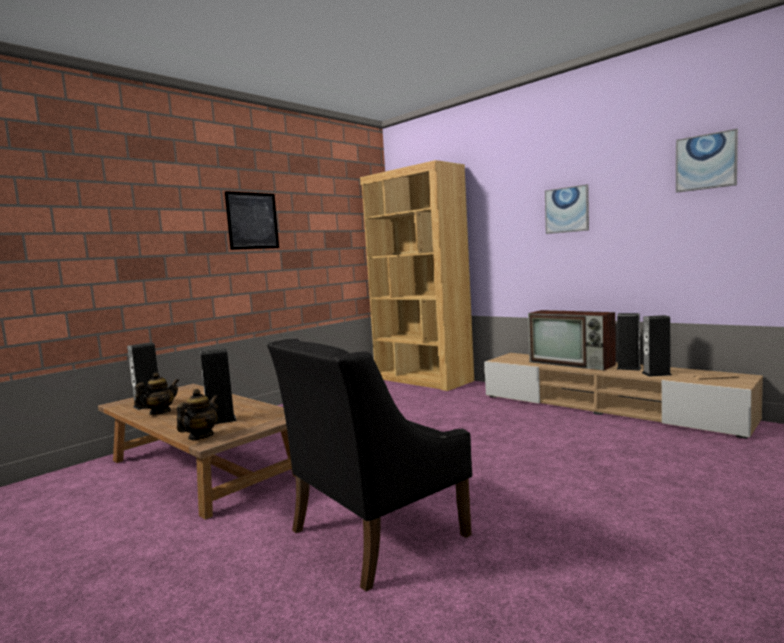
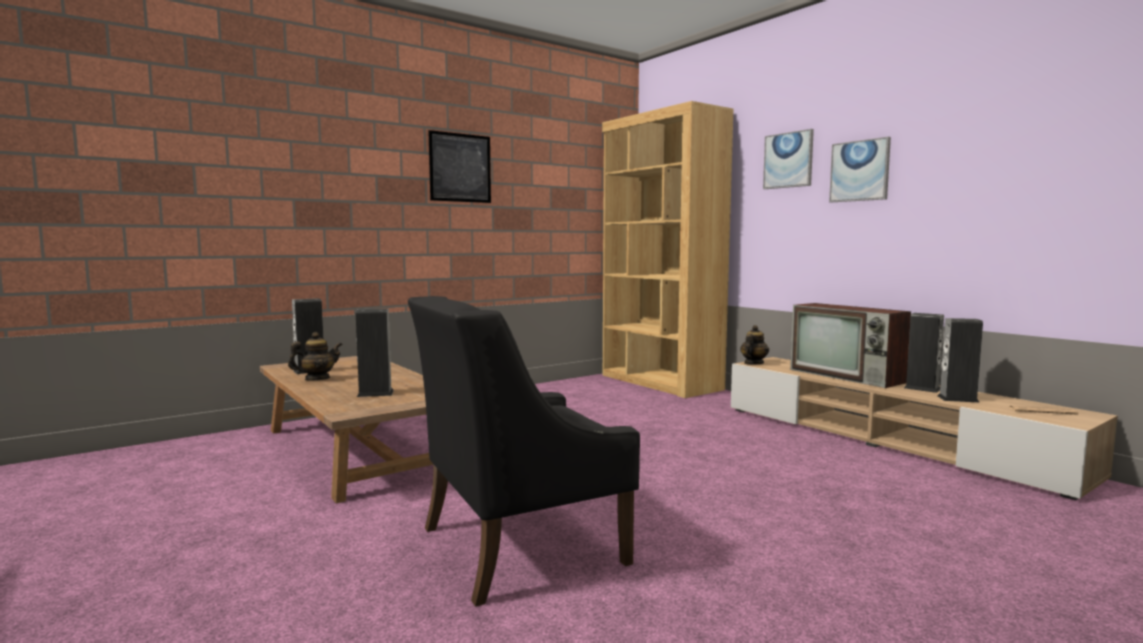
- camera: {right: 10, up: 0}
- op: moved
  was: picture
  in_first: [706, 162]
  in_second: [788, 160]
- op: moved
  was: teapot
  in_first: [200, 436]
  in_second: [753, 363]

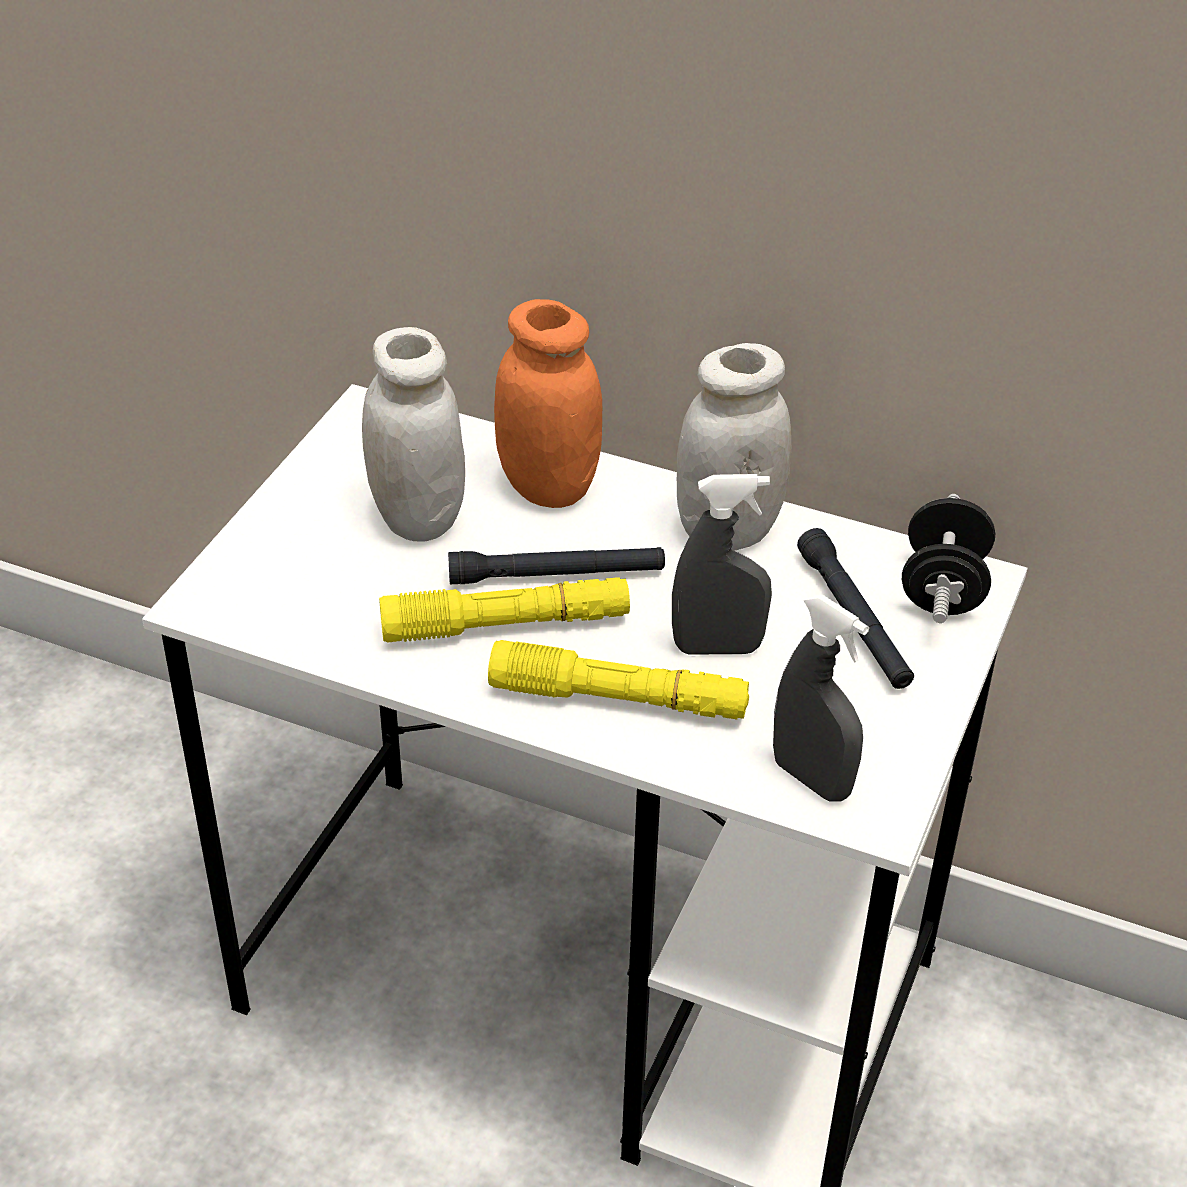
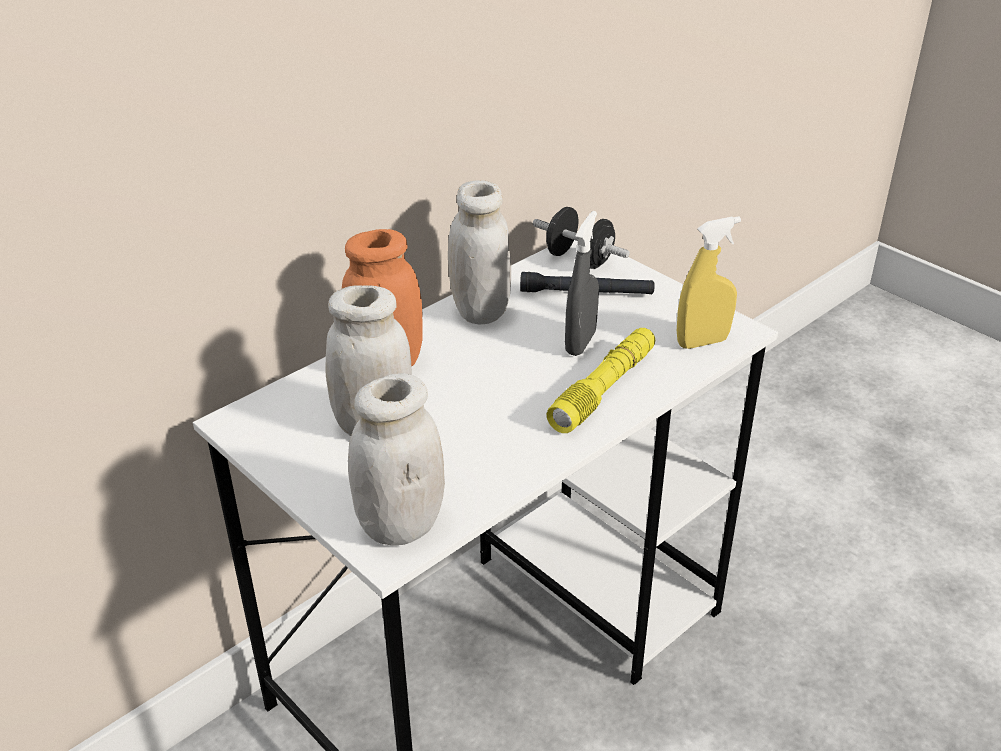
- camera: {right: -65, up: -5}
- op: removed
  was: black torch
  in_first: [556, 575]
- op: removed
  was: yellowish torch
  in_first: [506, 625]
- op: recoloured
  was: gray spray bottle
  now: yellowish spray bottle
  in_first: [811, 778]
  in_second: [702, 342]
- op: added
  now: whitish preserve jar
  in_second: [400, 525]

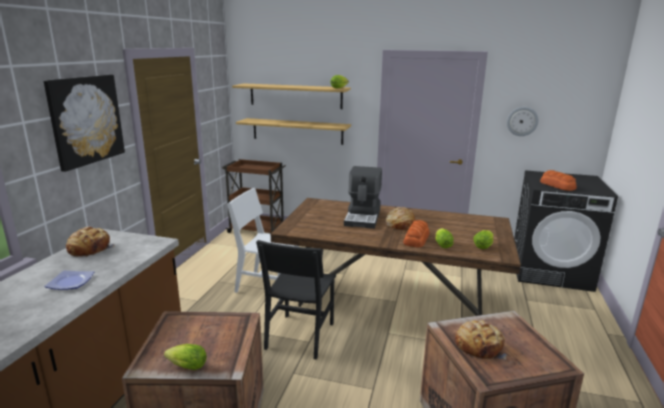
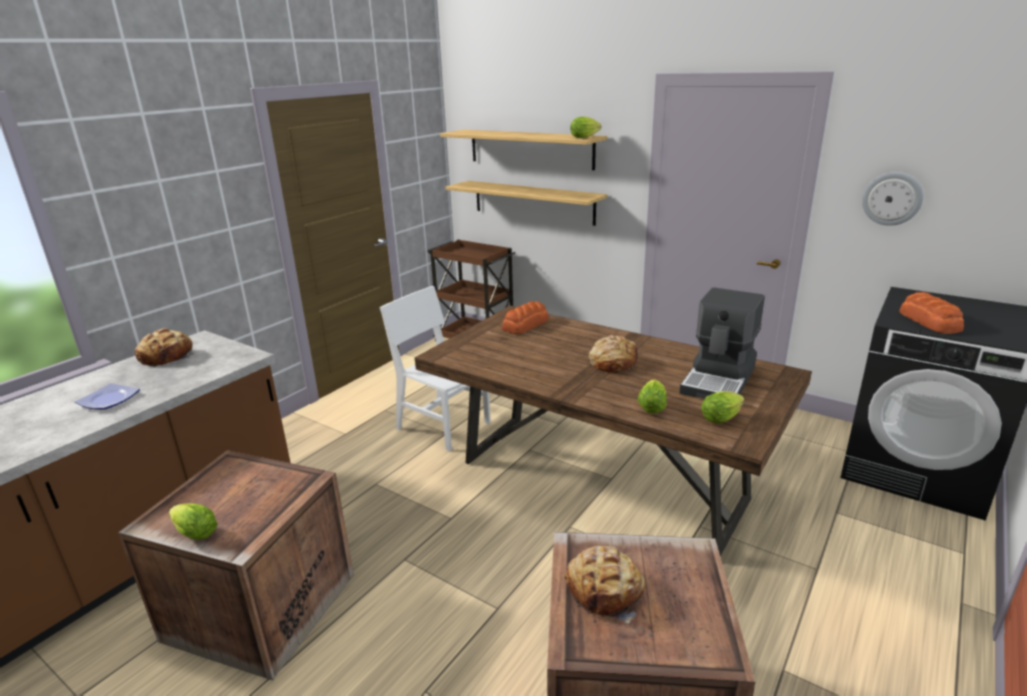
- camera: {right: 20, up: 5}
- op: removed
  was: picture
  in_first: [86, 120]
- op: moved
  was: coffee brewer
  in_first: [363, 217]
  in_second: [720, 380]
- op: moved
  was: baked bread
  in_first: [416, 239]
  in_second: [526, 325]
- op: removed
  was: black chair
  in_first: [300, 335]

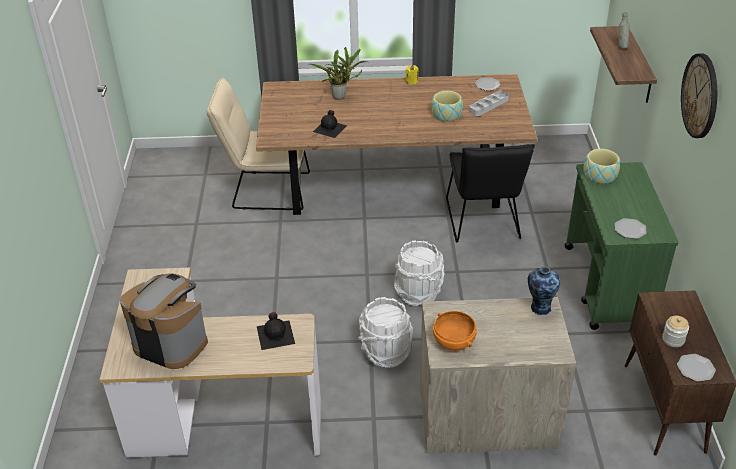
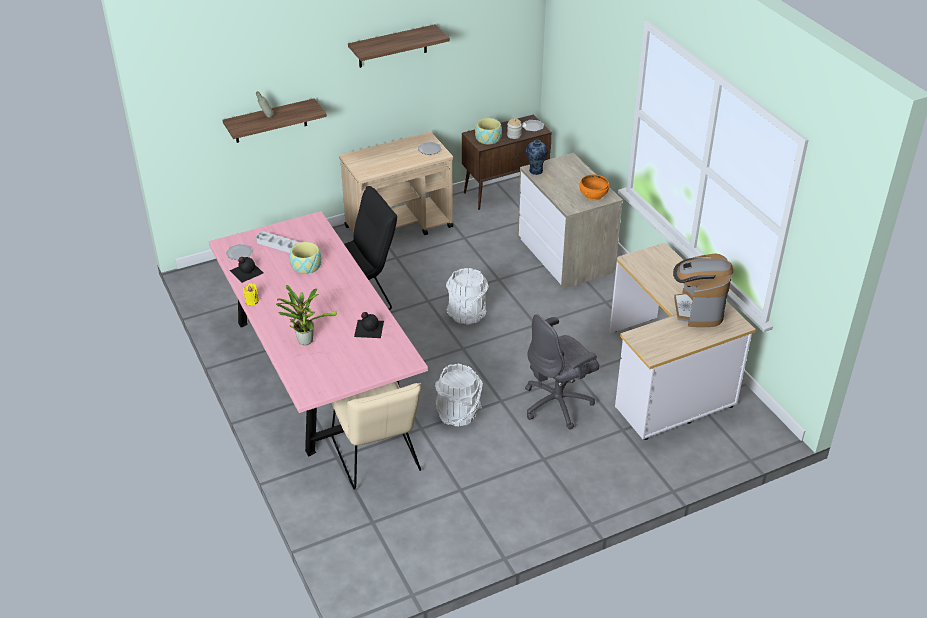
- camera: {right: -115, up: 0}
- op: replaced
  was: clock on the wall
  now: shelf
  in_first: [700, 96]
  in_second: [392, 46]
- op: recoloured
  was: brownish kitchen table
  now: pink-coloured kitchen table
  in_first: [393, 182]
  in_second: [318, 371]
- op: moved
  was: serving bowl
  in_first: [599, 174]
  in_second: [488, 138]
- op: recoloured
  was: green cart
  now: sand-coloured cart
  in_first: [608, 286]
  in_second: [399, 227]
- op: moved
  was: whitish pail
  in_first: [385, 352]
  in_second: [458, 414]
- op: moved
  was: black beverage bottle
  in_first: [276, 334]
  in_second: [246, 271]
- op: added
  now: gray desk chair
  in_second: [558, 404]

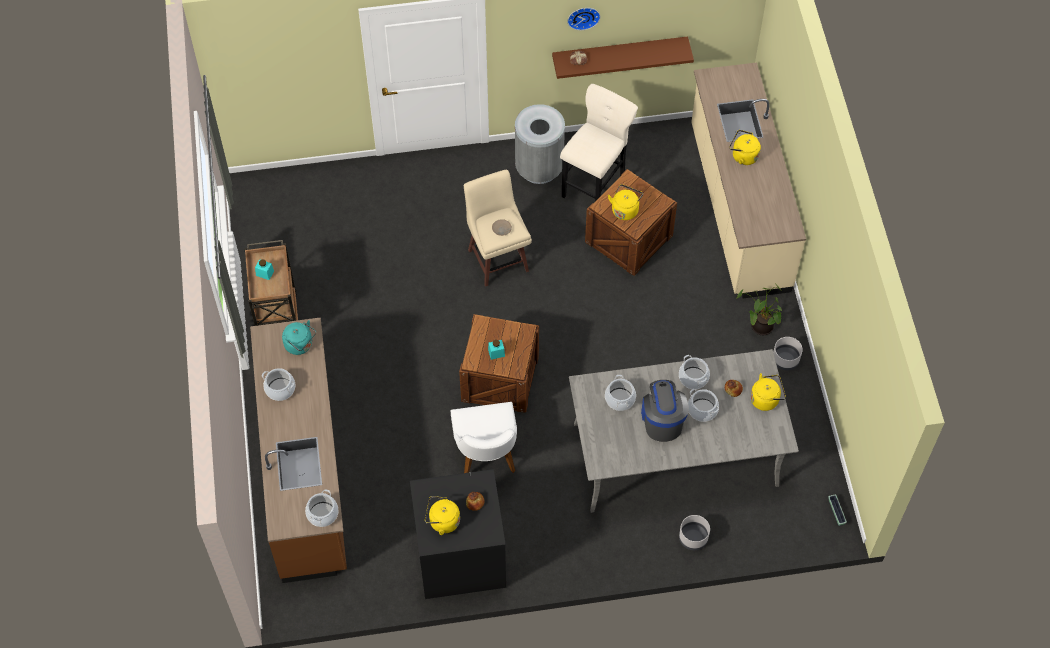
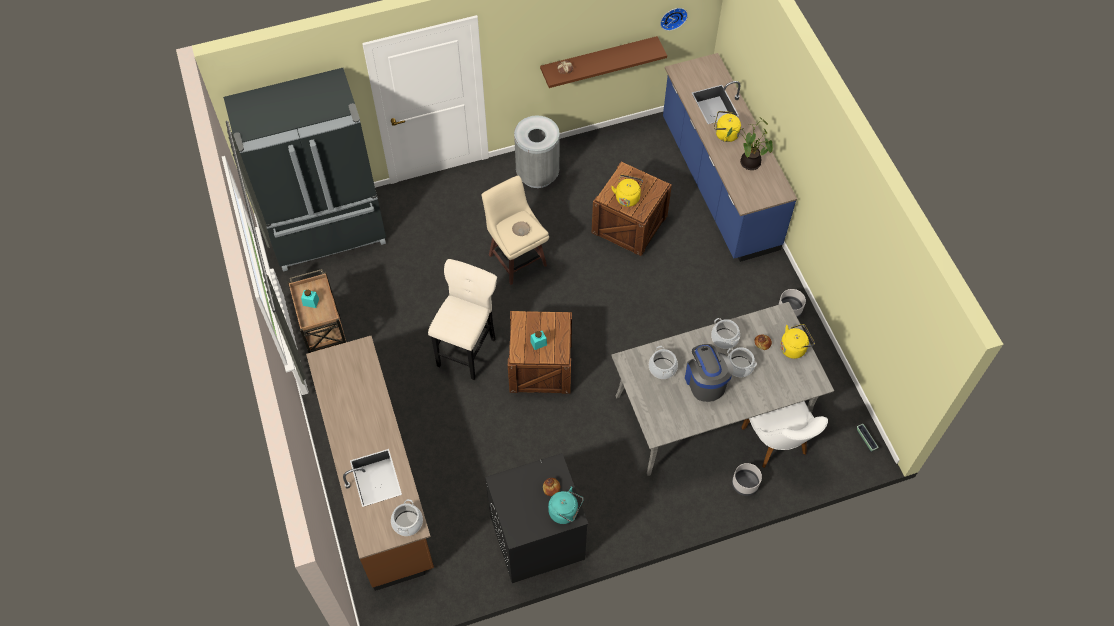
- camera: {right: -10, up: 0}
- op: moved
  was: clock on the wall
  in_first: [583, 16]
  in_second: [673, 17]
- op: recoloured
  was: sand-coloured counter
  now: blue-coloured counter
  in_first: [737, 208]
  in_second: [718, 184]
- op: moved
  was: sand-coloured stool seat
  in_first: [595, 186]
  in_second: [468, 350]
- op: moved
  was: potted plant
  in_first: [759, 326]
  in_second: [748, 163]
- op: moved
  was: turquoise-coloured kettle
  in_first: [300, 345]
  in_second: [565, 512]
- op: removed
  was: saucepot
  in_first: [280, 389]
- op: moved
  was: whitish chair
  in_first: [486, 459]
  in_second: [777, 445]
- op: removed
  was: yellowish kettle
  in_first: [442, 521]
- op: added
  now: black kitchen fridge
  in_second: [328, 232]

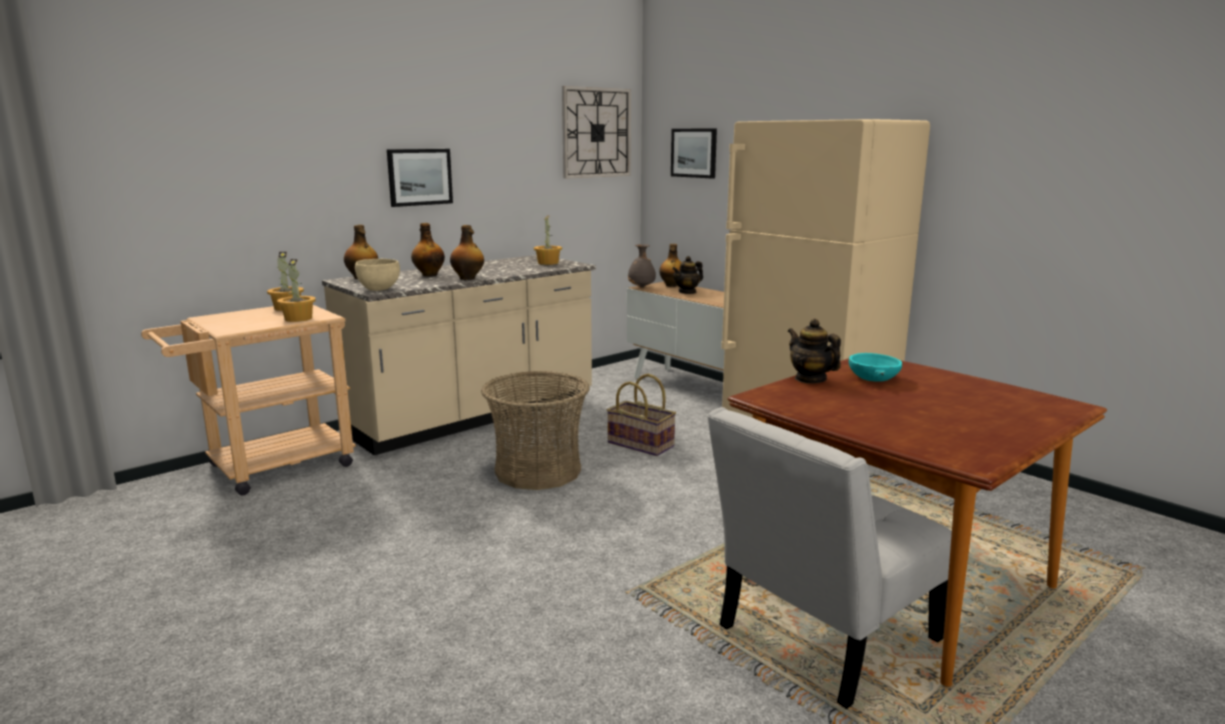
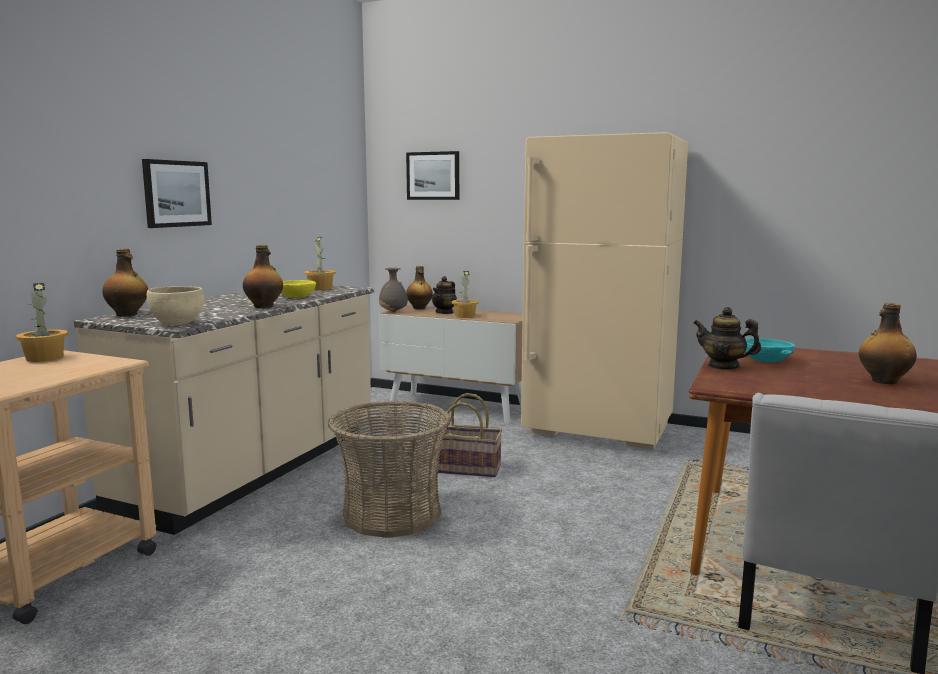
- camera: {right: -25, up: -5}
- op: removed
  was: clock on the wall
  in_first: [596, 133]
- op: moved
  was: beverage bottle
  in_first: [429, 275]
  in_second: [883, 381]
- op: moved
  was: potted plant
  in_first: [299, 318]
  in_second: [465, 316]
- op: added
  now: yellowish serving bowl
  in_second: [296, 296]

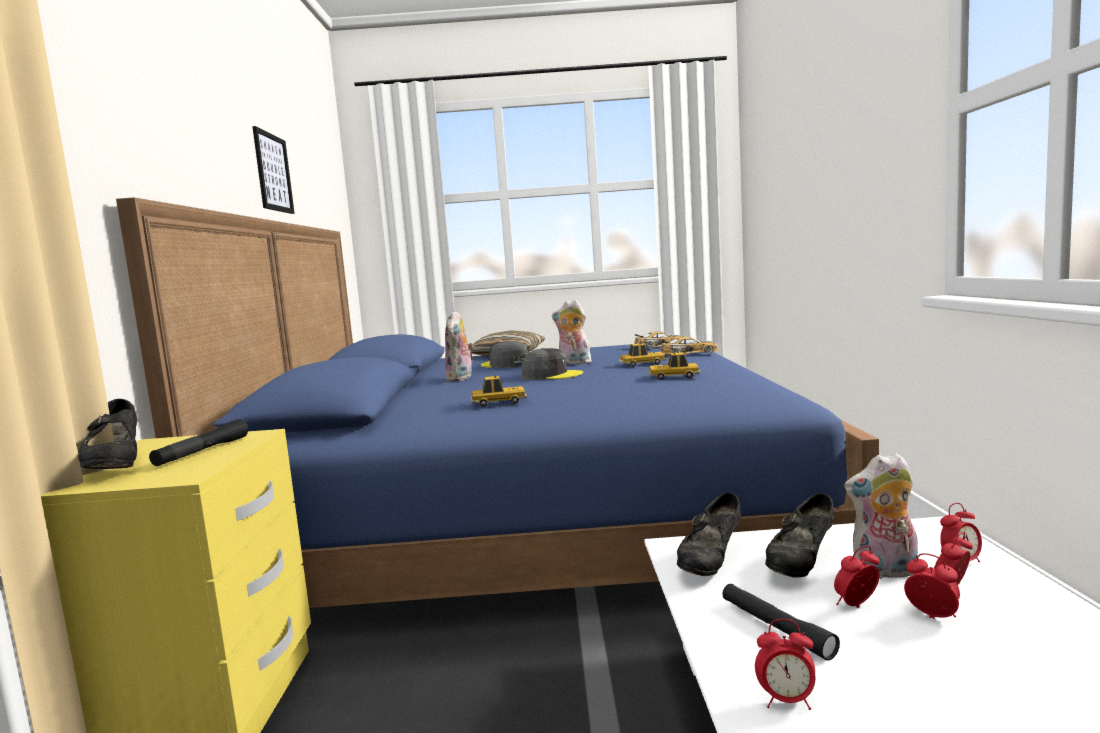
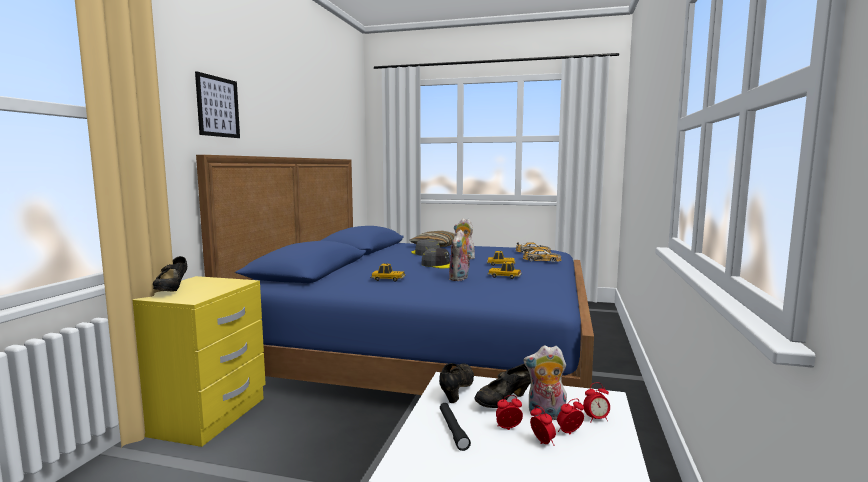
- camera: {right: 15, up: 0}
- op: moved
  was: picture
  in_first: [273, 172]
  in_second: [218, 107]
- op: moved
  was: cuddly toy
  in_first: [461, 378]
  in_second: [459, 279]
- op: removed
  was: black torch
  in_first: [202, 452]
- op: turned
  was: black low shoe
  in_first: [710, 563]
  in_second: [456, 391]
  clockwise: 150
- op: removed
  was: bedside clock
  in_first: [786, 701]

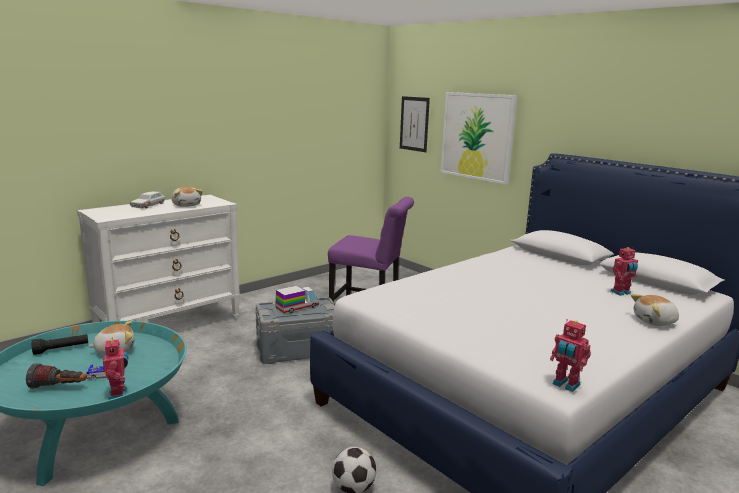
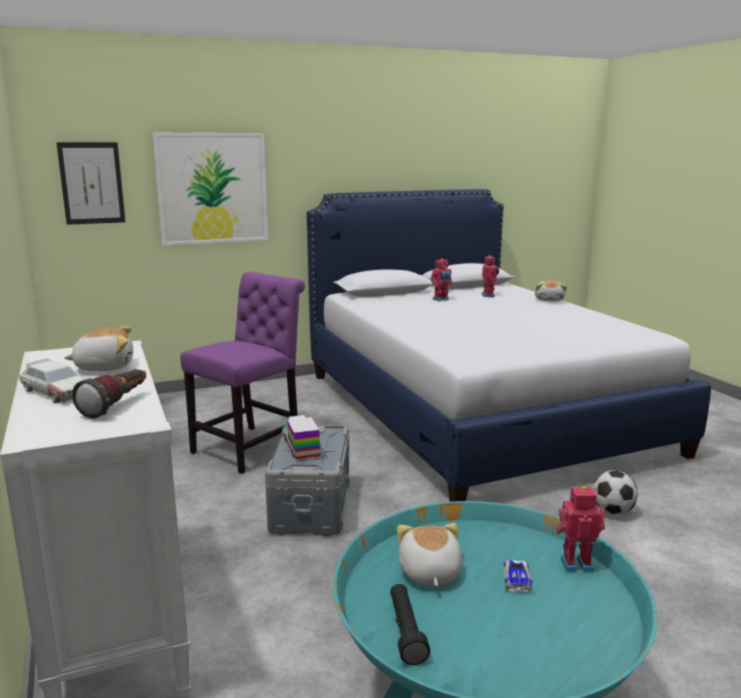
- camera: {right: -70, up: 0}
- op: moved
  was: robot figure
  in_first: [565, 385]
  in_second: [441, 299]
- op: moved
  was: torch
  in_first: [59, 387]
  in_second: [117, 405]

